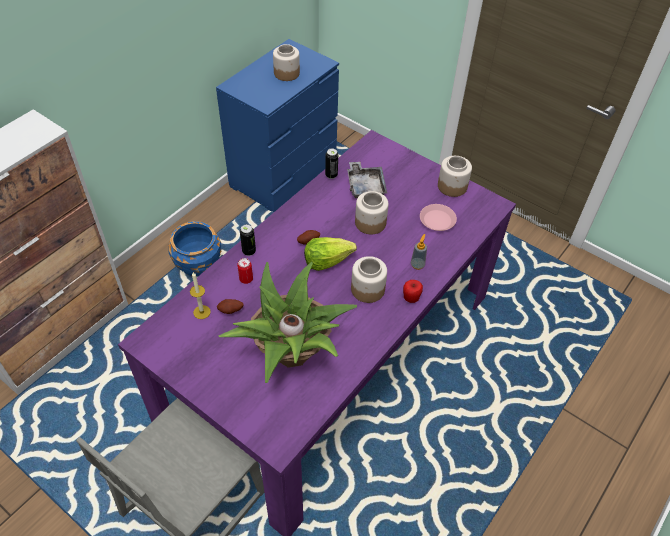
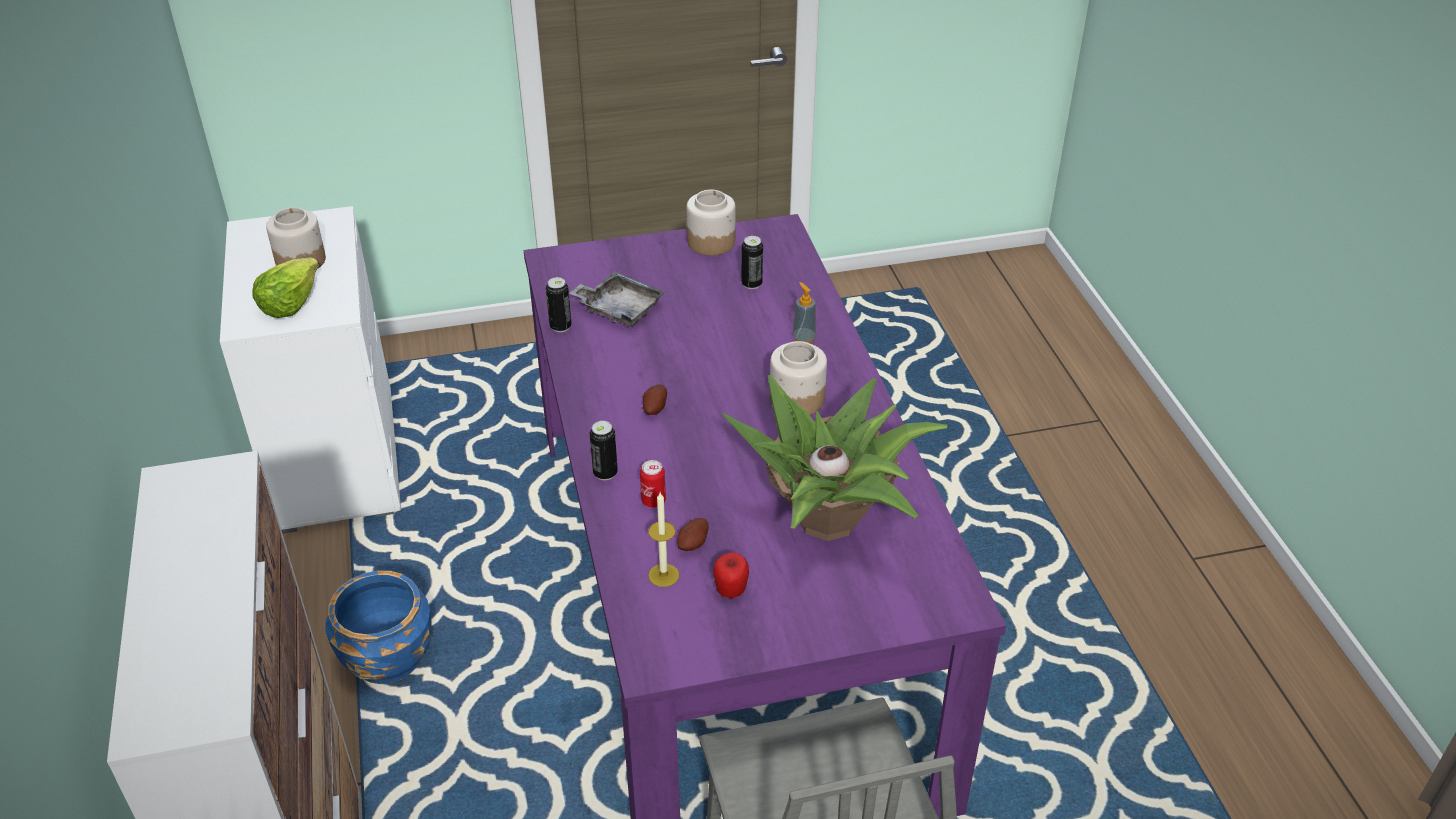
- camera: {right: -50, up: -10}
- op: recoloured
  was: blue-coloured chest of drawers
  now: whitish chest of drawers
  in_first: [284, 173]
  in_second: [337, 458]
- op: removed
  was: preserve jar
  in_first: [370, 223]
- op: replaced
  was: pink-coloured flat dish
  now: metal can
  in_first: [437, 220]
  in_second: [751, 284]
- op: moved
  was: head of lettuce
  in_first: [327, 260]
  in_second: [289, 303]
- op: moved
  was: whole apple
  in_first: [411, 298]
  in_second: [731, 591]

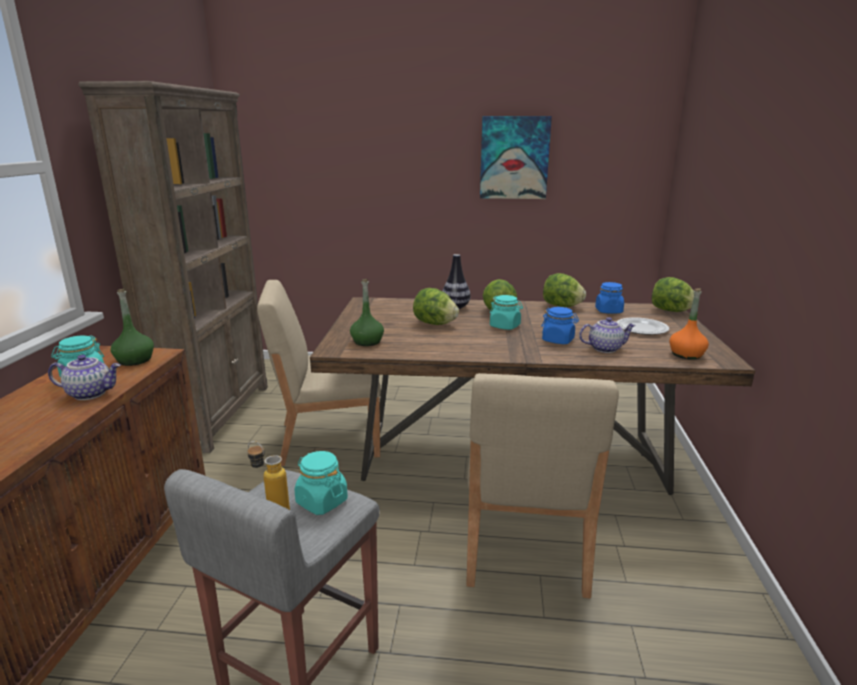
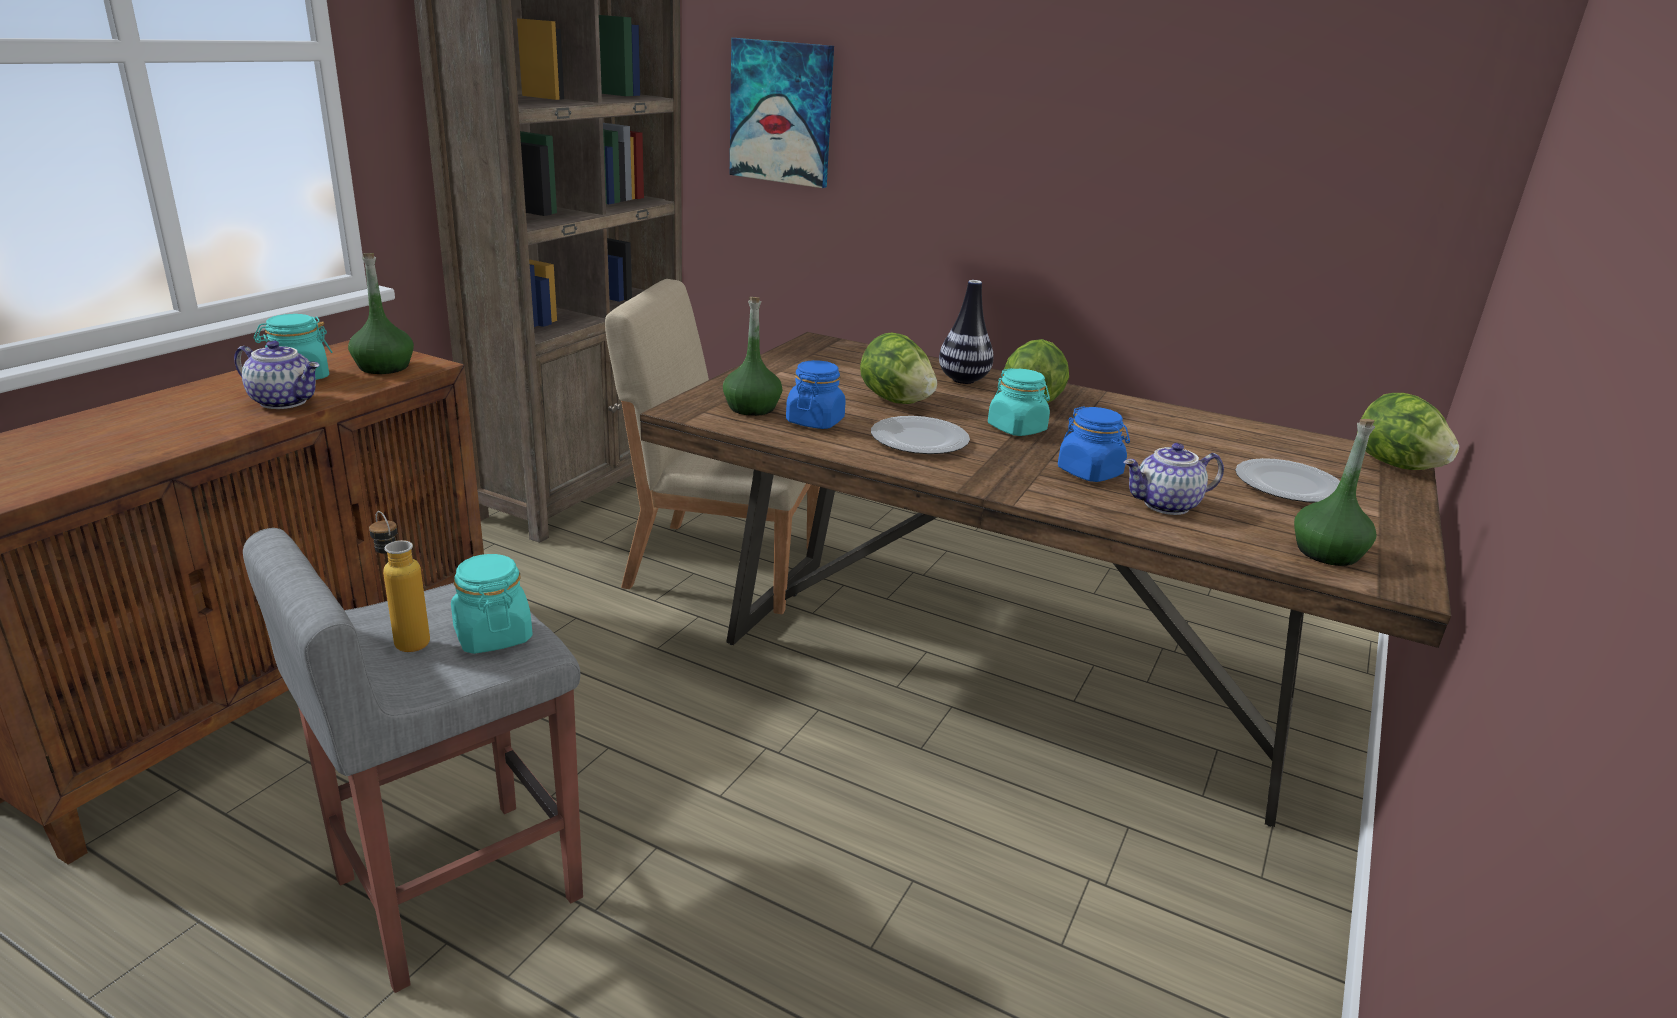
- camera: {right: 20, up: 5}
- op: moved
  was: picture
  in_first: [514, 158]
  in_second: [781, 113]
- op: removed
  was: head of lettuce
  in_first: [562, 306]
- op: moved
  was: blue-coloured preserve jar
  in_first: [608, 311]
  in_second: [815, 421]
- op: recoloured
  was: orangey beverage bottle
  now: green beverage bottle
  in_first: [686, 354]
  in_second: [1326, 553]
- op: turned
  was: teapot
  in_first: [605, 348]
  in_second: [1166, 506]
  clockwise: 150
- op: removed
  was: sand-coloured chair
  in_first: [524, 546]
- op: added
  now: flat dish
  in_second: [918, 439]

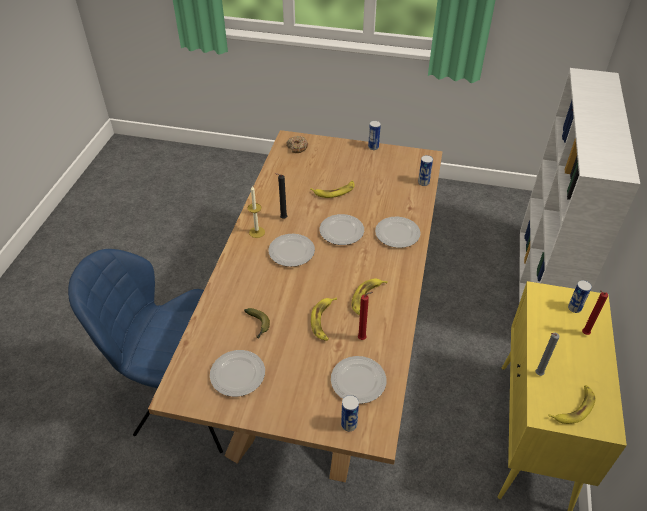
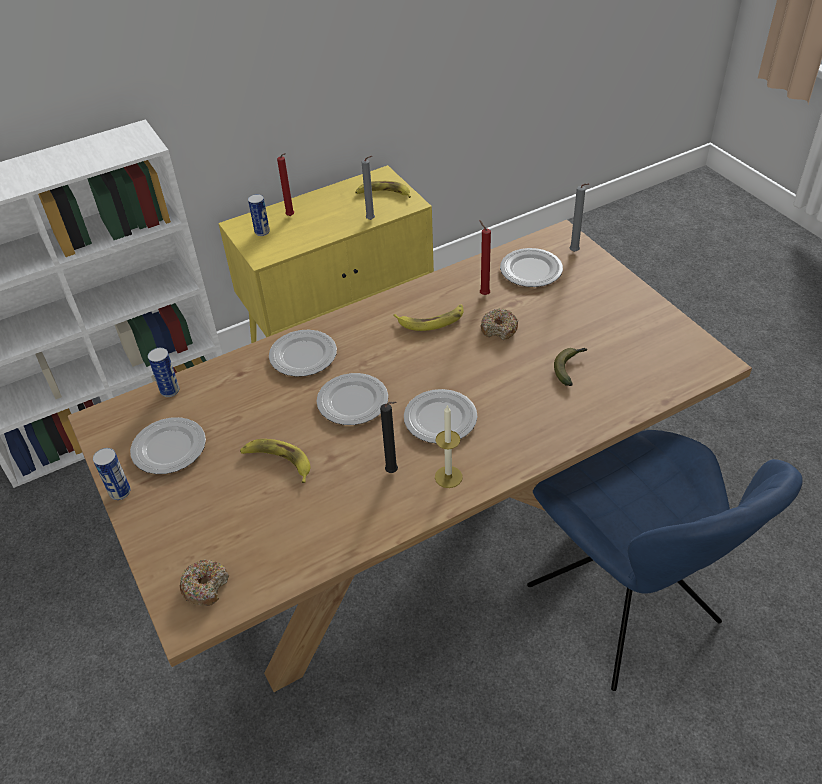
- camera: {right: -130, up: 0}
- op: replaced
  was: banana
  now: donut
  in_first: [324, 321]
  in_second: [499, 329]
- op: moved
  was: flat dish
  in_first: [237, 374]
  in_second: [168, 449]
- op: replaced
  was: metal can
  now: gray wax candle
  in_first: [349, 424]
  in_second: [575, 252]

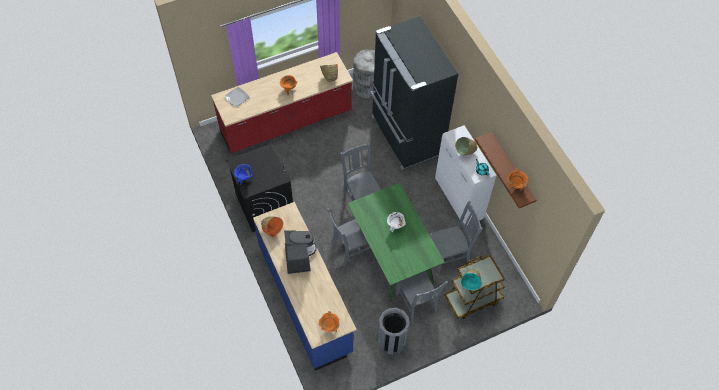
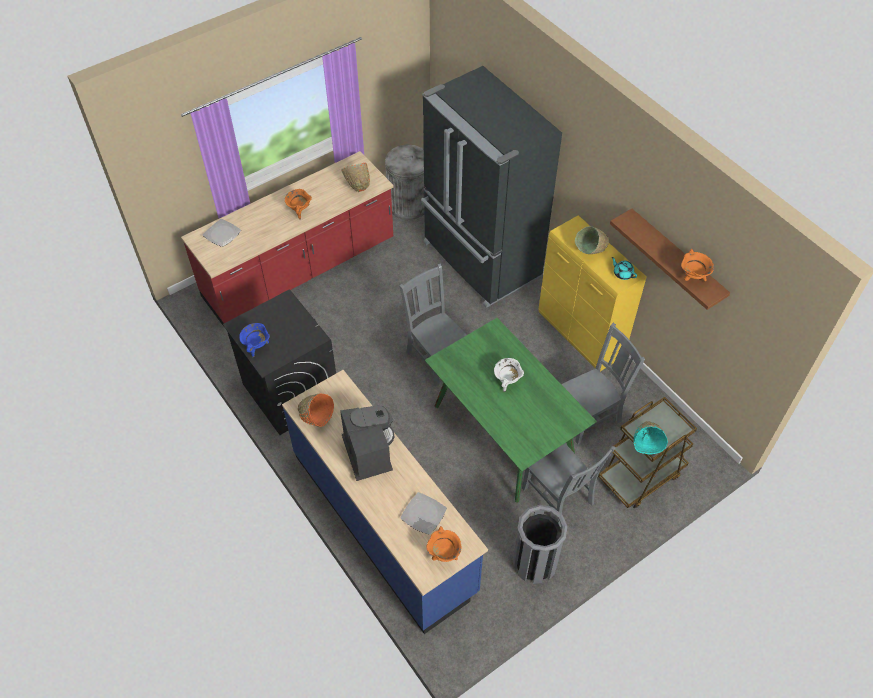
- camera: {right: -10, up: -5}
- op: recoloured
  was: whitish cabinet
  now: yellowish cabinet
  in_first: [459, 199]
  in_second: [581, 335]
- op: removed
  was: gray chair
  in_first: [351, 248]
- op: added
  now: flat dish
  in_second: [424, 514]

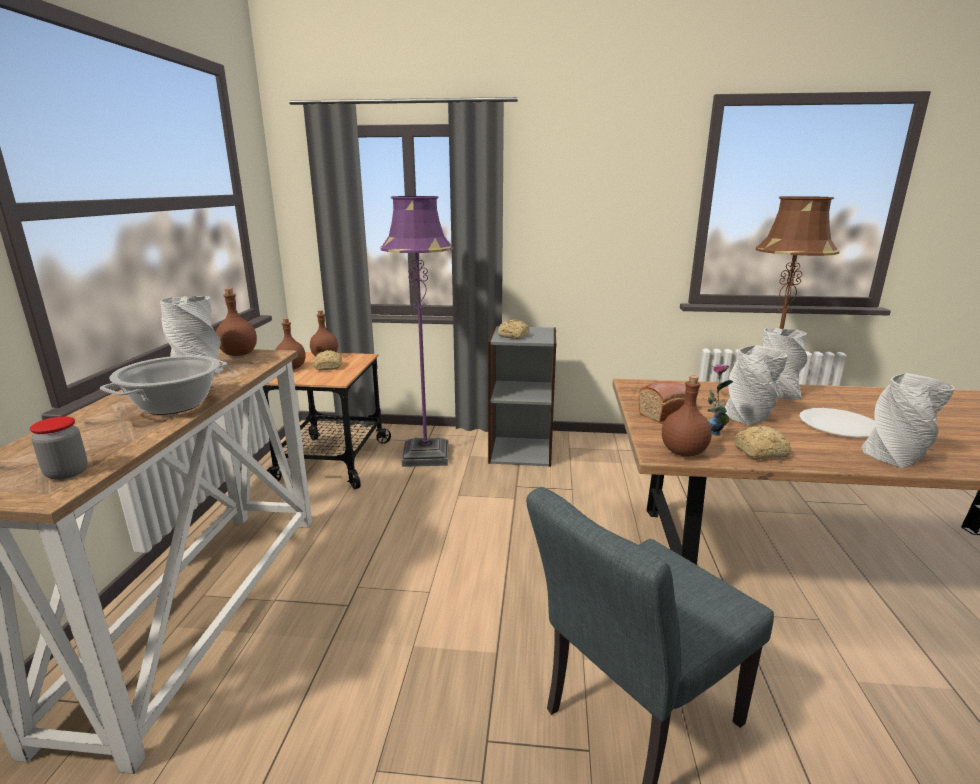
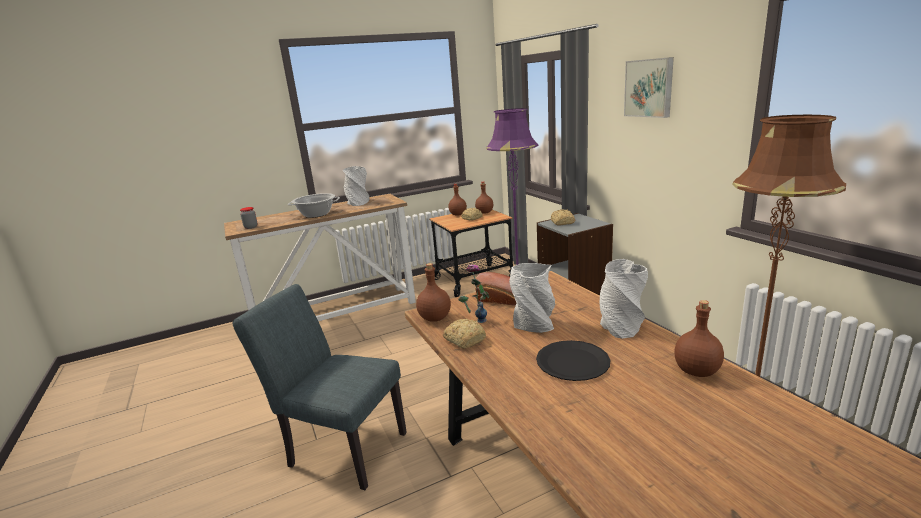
- camera: {right: 60, up: 0}
- op: moved
  was: brownish beverage bottle
  in_first: [239, 354]
  in_second: [697, 371]
- op: removed
  was: gray flower vase
  in_first: [895, 457]
- op: recoloured
  was: whitish flat dish
  now: black flat dish
  in_first: [838, 425]
  in_second: [572, 362]
- op: added
  now: picture
  in_second: [649, 88]

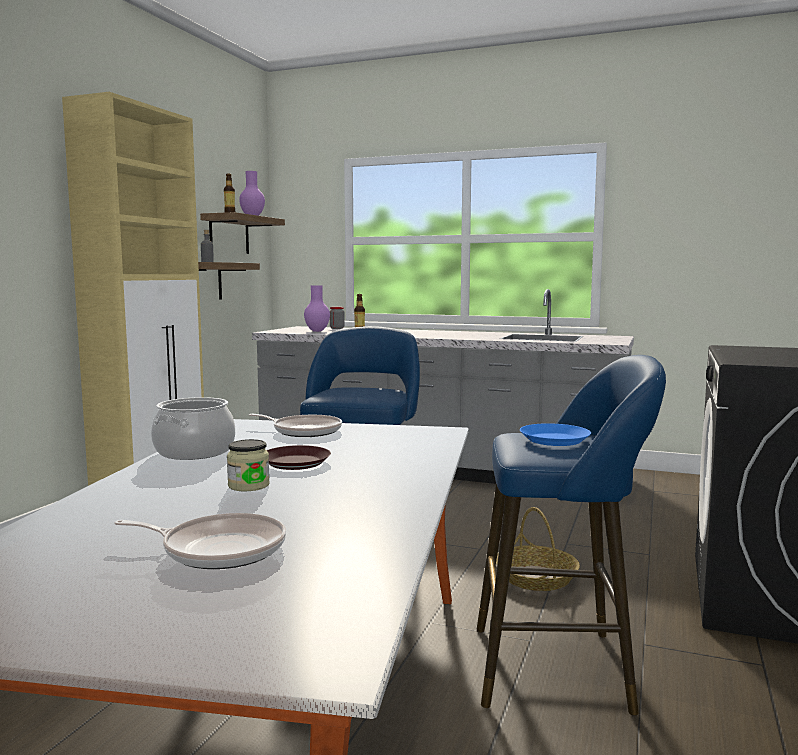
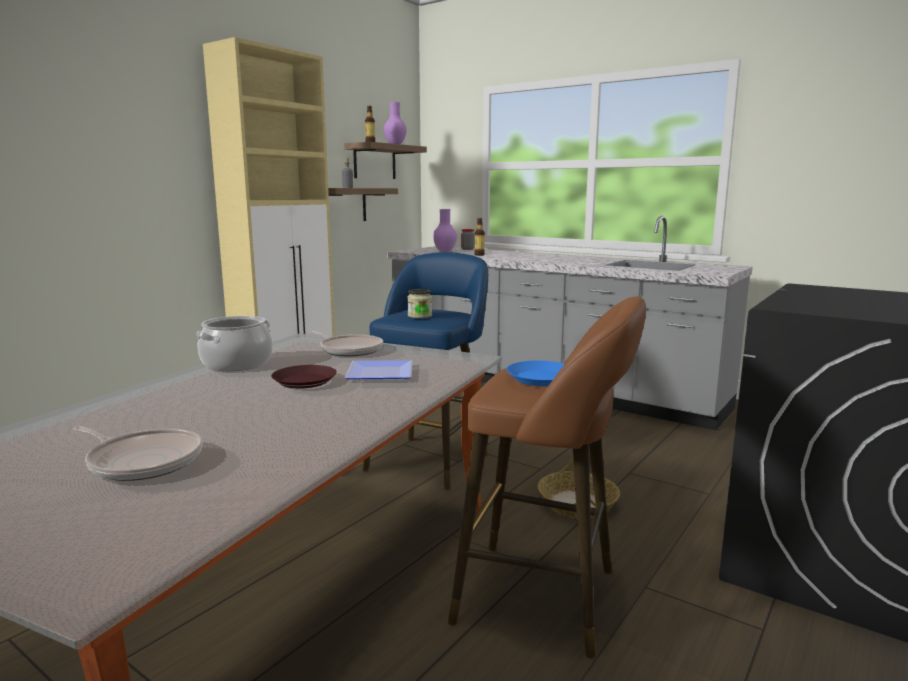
- camera: {right: 15, up: 5}
- op: recoloured
  was: blue-coloured stool seat
  now: brownish stool seat
  in_first: [561, 668]
  in_second: [546, 598]
- op: moved
  was: preserve jar
  in_first: [248, 485]
  in_second: [419, 316]
- op: added
  now: flat dish
  in_second: [382, 374]

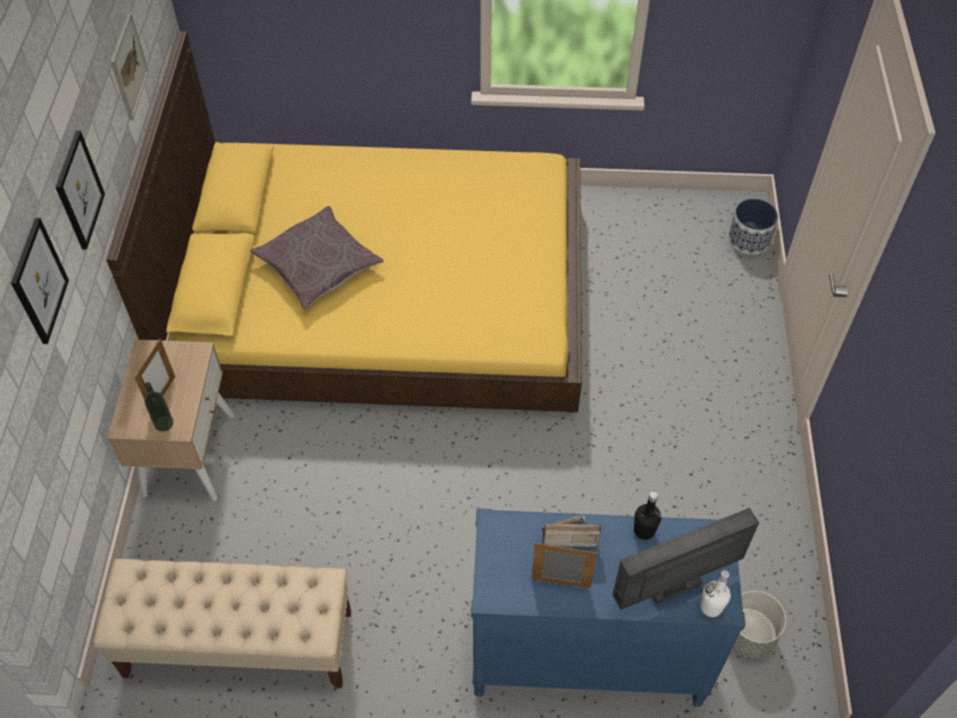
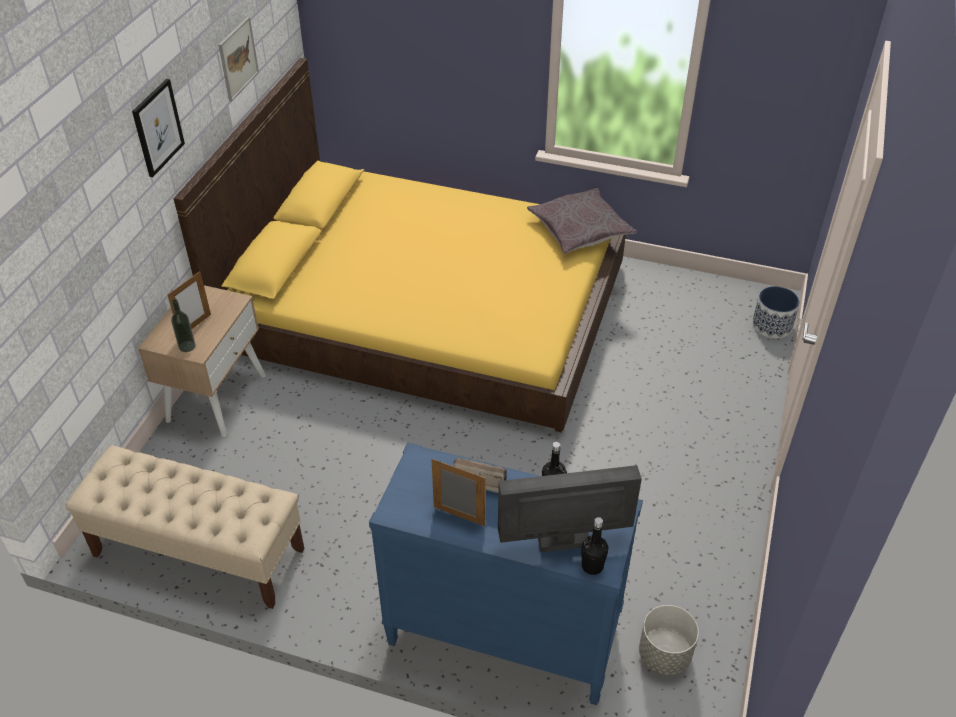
- camera: {right: 15, up: -10}
- op: moved
  was: gray cushion
  in_first: [318, 265]
  in_second: [580, 230]
- op: removed
  was: picture
  in_first: [39, 281]
- op: recoloured
  was: whitish beverage bottle
  now: black beverage bottle
  in_first: [711, 607]
  in_second: [592, 566]

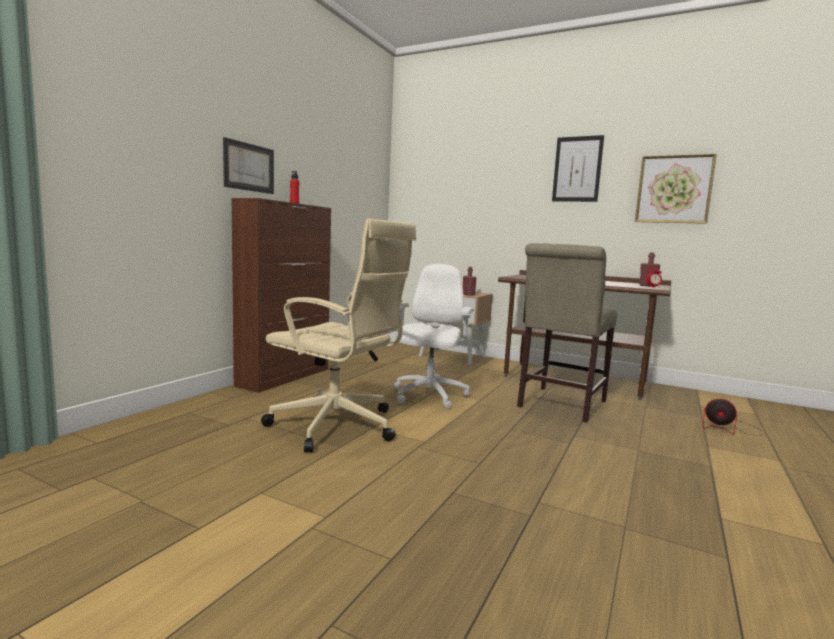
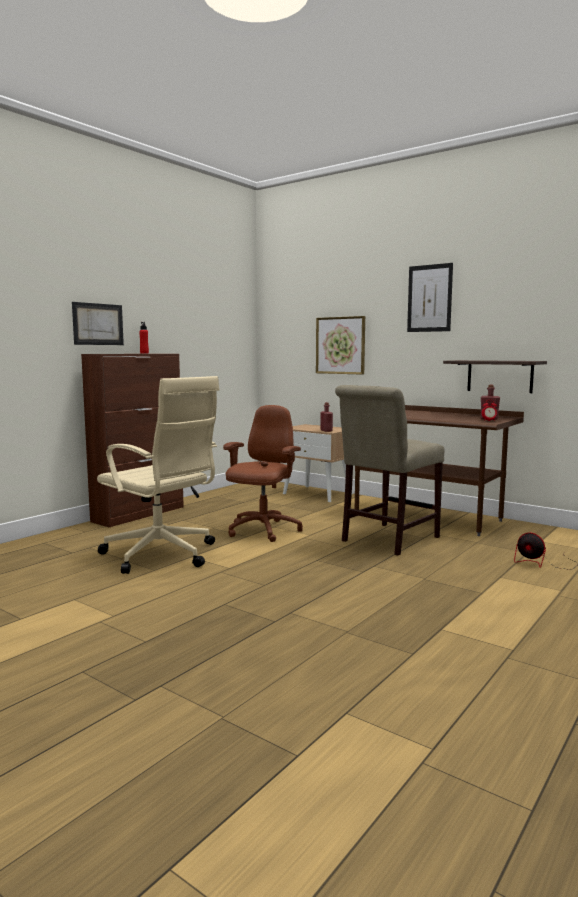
- camera: {right: 10, up: 0}
- op: moved
  was: picture
  in_first: [674, 189]
  in_second: [340, 345]
- op: recoloured
  was: whitish desk chair
  now: brownish desk chair
  in_first: [428, 395]
  in_second: [262, 531]
- op: added
  now: shelf
  in_second: [499, 376]

